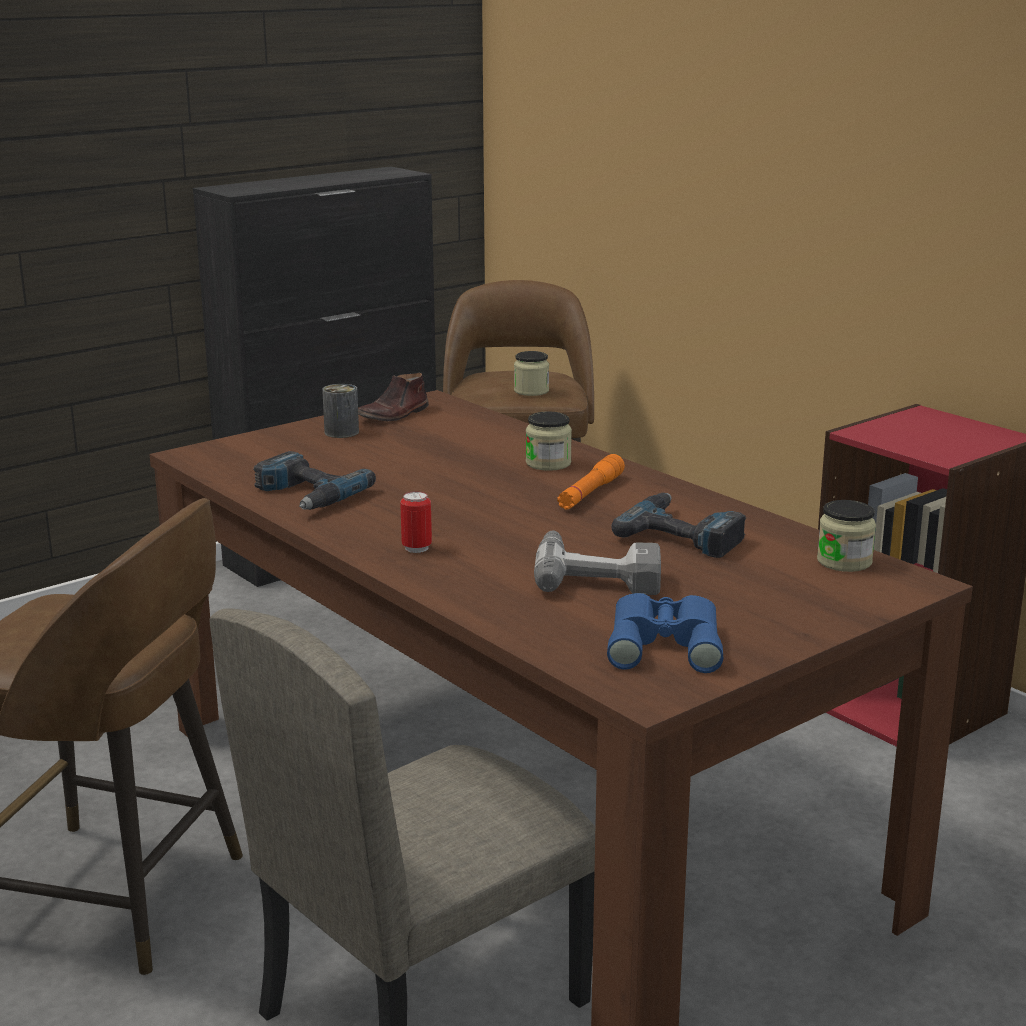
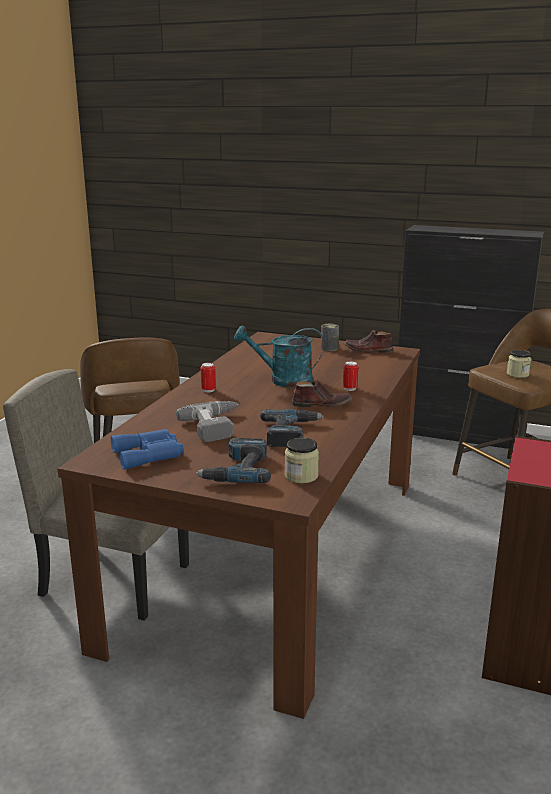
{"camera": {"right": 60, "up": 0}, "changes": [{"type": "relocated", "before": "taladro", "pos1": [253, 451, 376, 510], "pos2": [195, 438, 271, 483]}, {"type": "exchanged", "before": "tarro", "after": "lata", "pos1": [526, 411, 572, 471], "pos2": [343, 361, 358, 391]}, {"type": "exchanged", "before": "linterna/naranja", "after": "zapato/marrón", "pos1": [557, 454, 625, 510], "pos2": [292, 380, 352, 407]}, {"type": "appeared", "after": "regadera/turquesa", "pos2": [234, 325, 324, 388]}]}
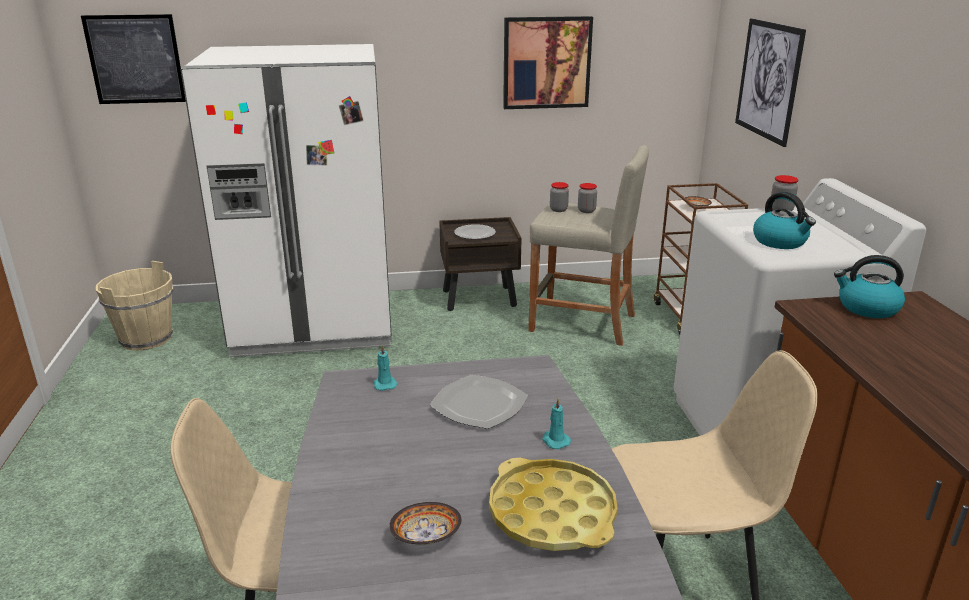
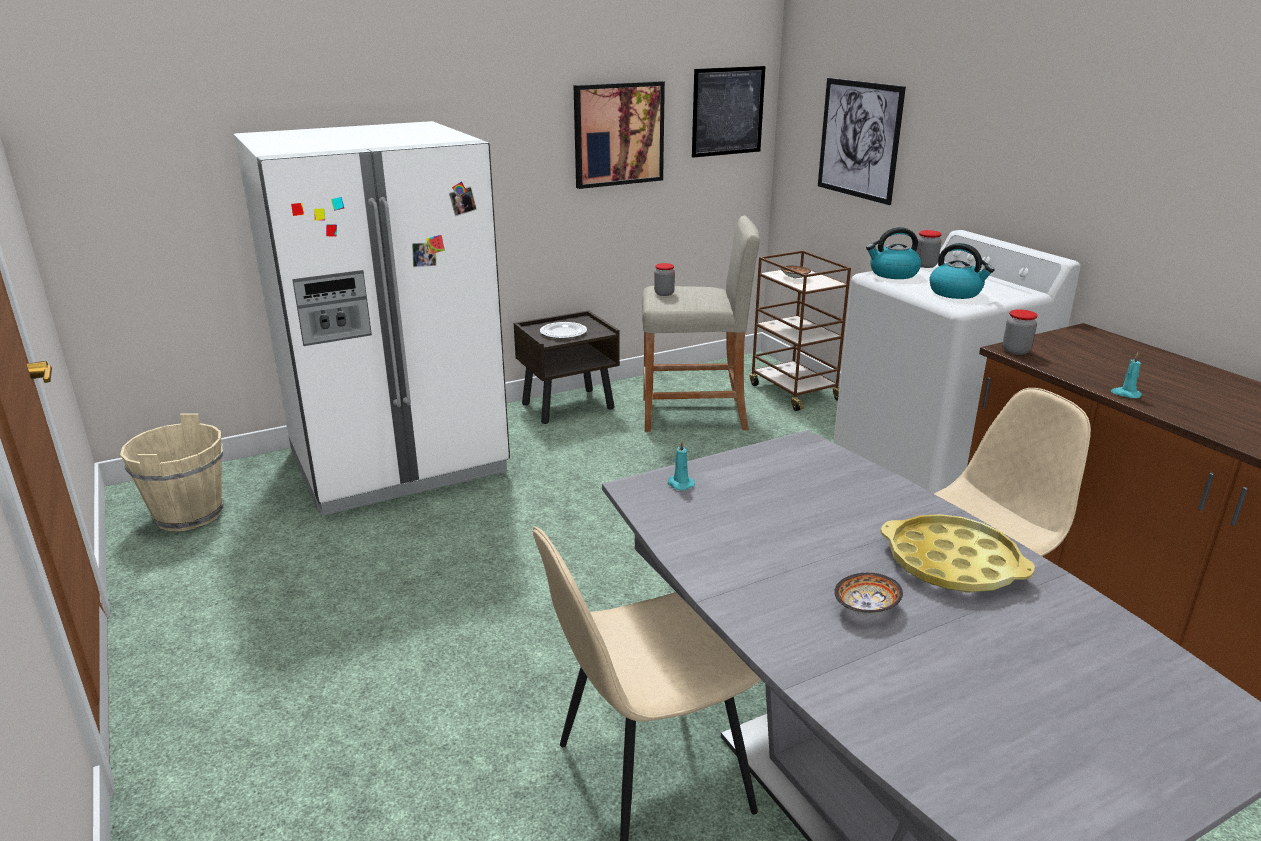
{"camera": {"right": -20, "up": 0}, "changes": [{"type": "relocated", "before": "cuadro", "pos1": [81, 14, 186, 104], "pos2": [692, 66, 765, 158]}, {"type": "missing", "before": "plato", "pos1": [430, 375, 528, 429]}, {"type": "relocated", "before": "vela/turquesa", "pos1": [542, 398, 571, 449], "pos2": [1111, 353, 1142, 398]}, {"type": "relocated", "before": "tarro", "pos1": [578, 183, 597, 213], "pos2": [1003, 309, 1038, 355]}, {"type": "relocated", "before": "hervidor", "pos1": [834, 255, 905, 318], "pos2": [866, 227, 921, 279]}]}
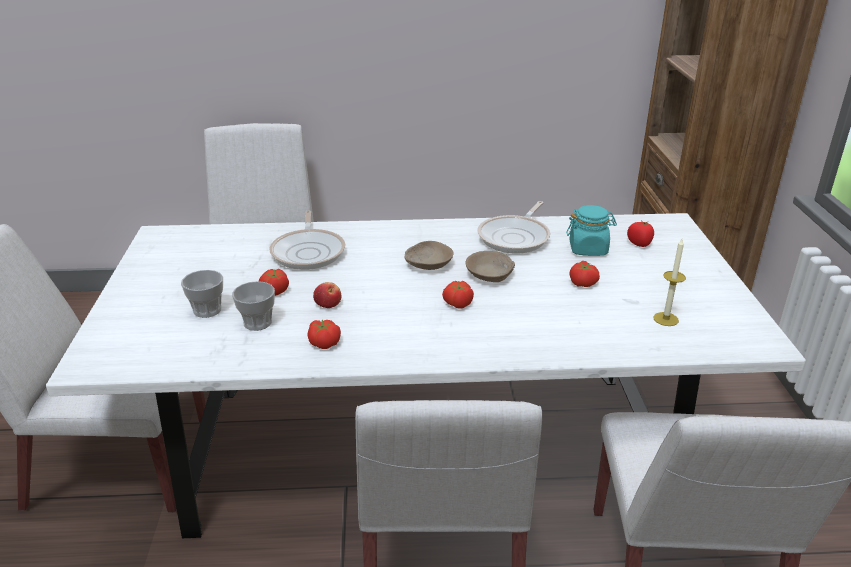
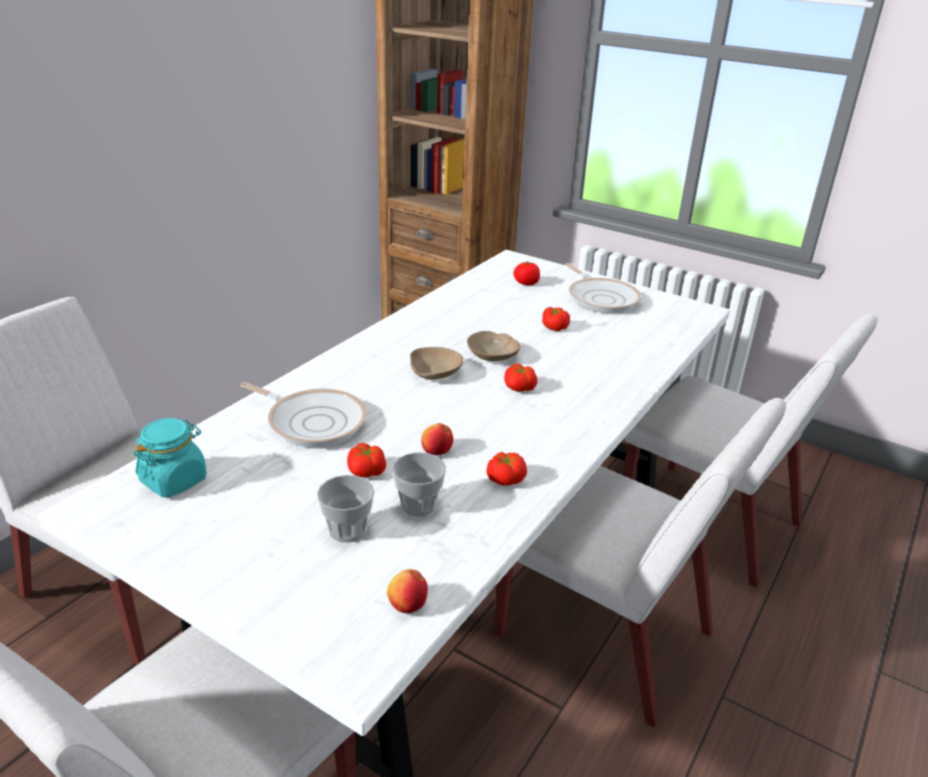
{"camera": {"right": -55, "up": 0}, "changes": [{"type": "relocated", "before": "sartén", "pos1": [477, 201, 550, 254], "pos2": [565, 263, 641, 313]}, {"type": "relocated", "before": "tarro/turquesa", "pos1": [566, 205, 617, 256], "pos2": [134, 418, 207, 497]}, {"type": "missing", "before": "vela", "pos1": [653, 239, 686, 326]}, {"type": "appeared", "after": "manzana", "pos2": [387, 569, 428, 613]}]}
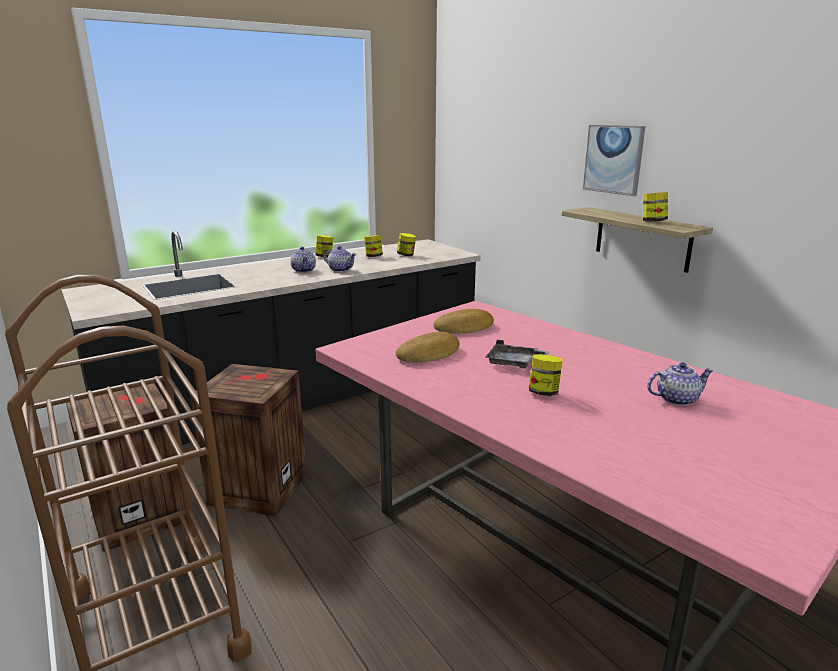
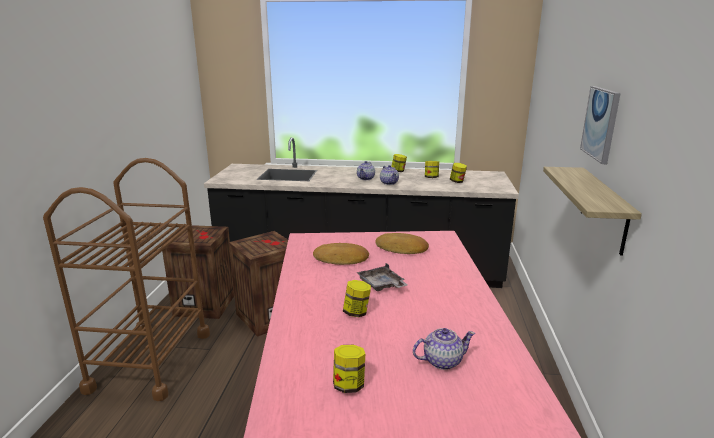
{"camera": {"right": 40, "up": 0}, "changes": [{"type": "relocated", "before": "tarro", "pos1": [643, 192, 668, 221], "pos2": [333, 345, 365, 393]}, {"type": "spun", "before": "tetera", "pos1": [647, 362, 714, 406], "pos2": [413, 328, 475, 370], "turn": -45}]}
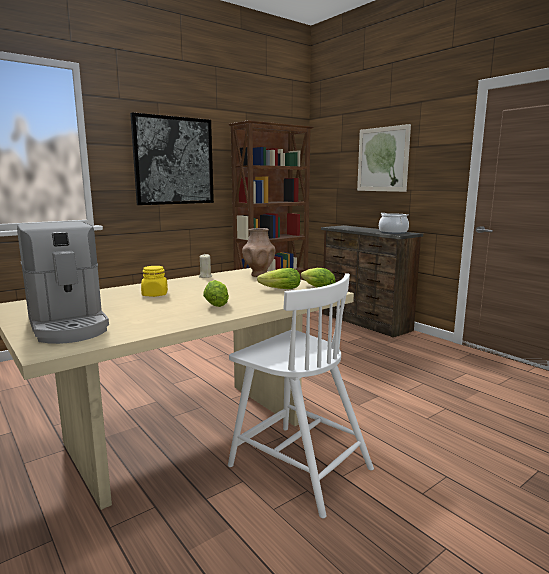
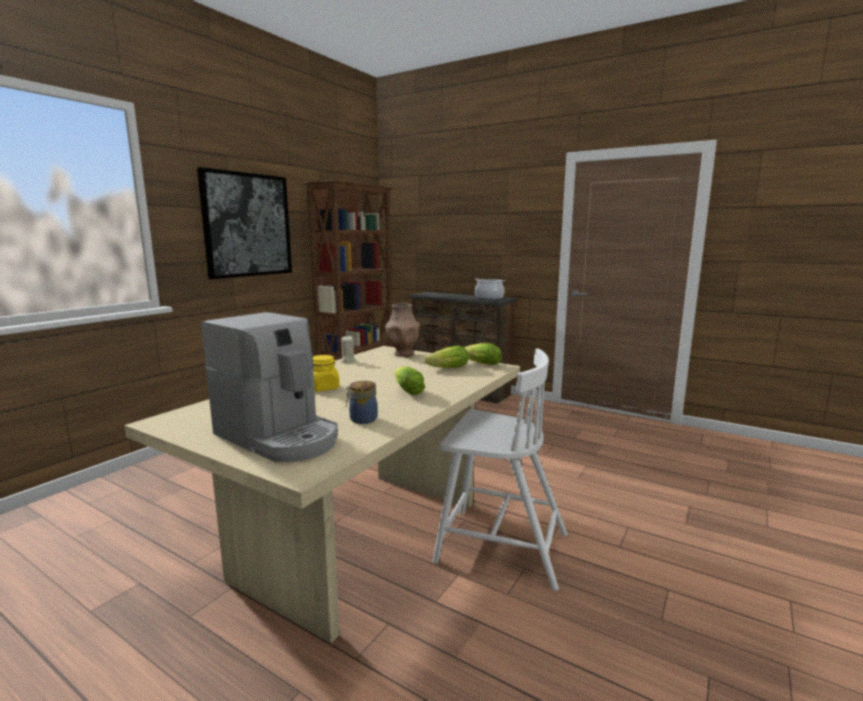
{"camera": {"right": -20, "up": 0}, "changes": [{"type": "missing", "before": "cuadro", "pos1": [357, 124, 411, 192]}, {"type": "appeared", "after": "tarro", "pos2": [346, 381, 378, 424]}]}
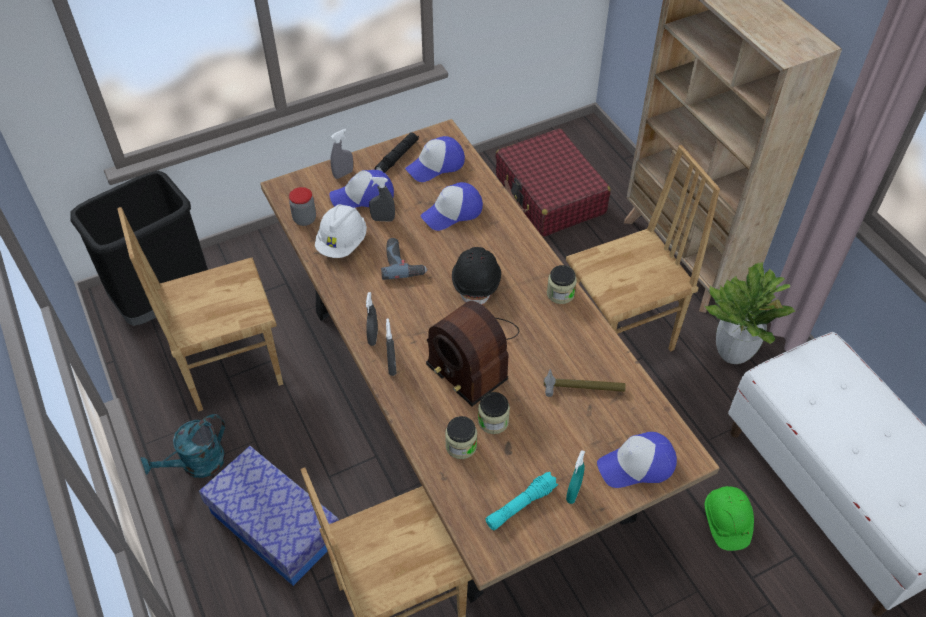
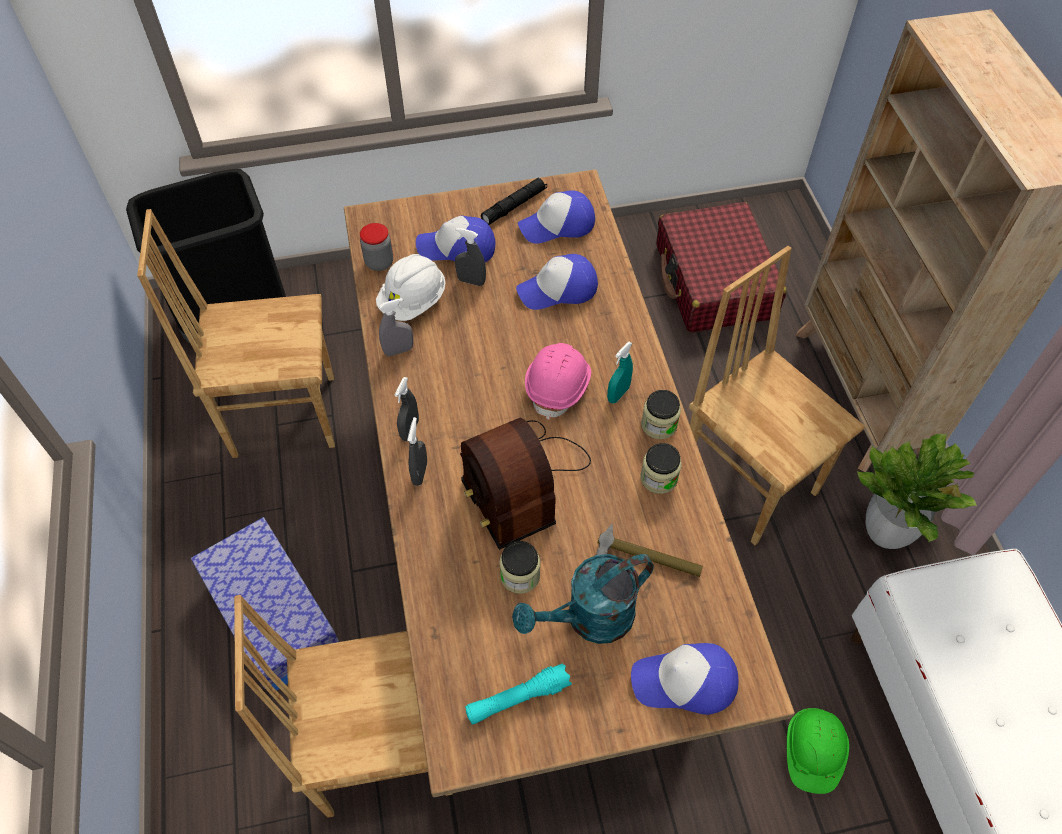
{"camera": {"right": 15, "up": 5}, "changes": [{"type": "relocated", "before": "regadera/turquesa", "pos1": [140, 414, 225, 478], "pos2": [512, 554, 654, 644]}, {"type": "relocated", "before": "pulverizador/gris", "pos1": [330, 129, 353, 179], "pos2": [379, 298, 413, 356]}, {"type": "missing", "before": "taladro", "pos1": [381, 238, 427, 280]}, {"type": "relocated", "before": "tarro", "pos1": [445, 416, 477, 459], "pos2": [640, 443, 681, 494]}, {"type": "colour", "before": "casco/negro", "after": "casco/rosa", "pos1": [452, 247, 501, 305], "pos2": [525, 343, 591, 420]}, {"type": "spun", "before": "silla/marrón", "pos1": [566, 145, 720, 352], "pos2": [689, 246, 865, 545], "turn": -120}, {"type": "relocated", "before": "pulverizador/turquesa", "pos1": [566, 450, 585, 504], "pos2": [607, 342, 633, 403]}]}
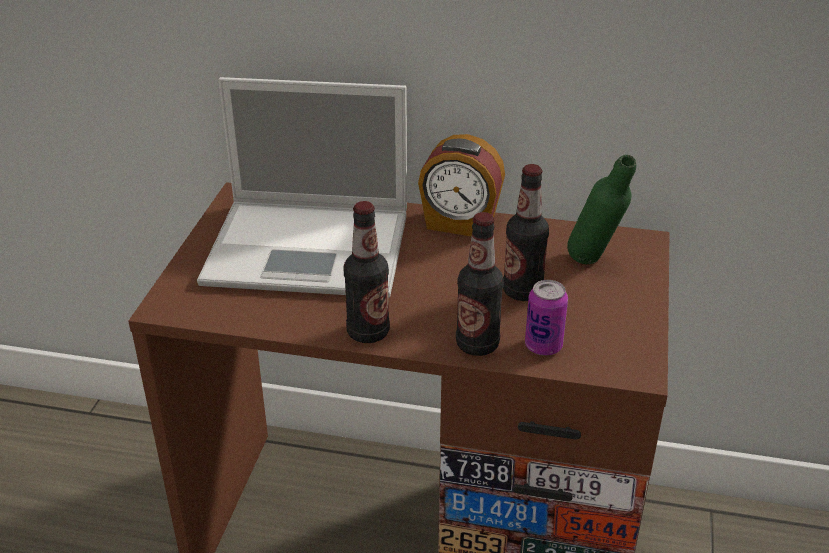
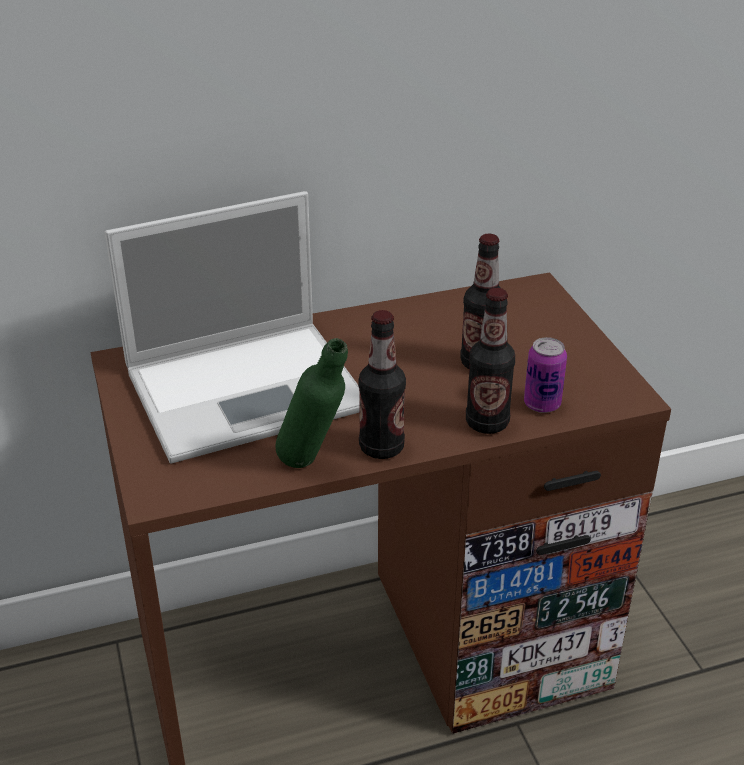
{"camera": {"right": -30, "up": 0}, "changes": [{"type": "missing", "before": "despertador", "pos1": [418, 134, 505, 237]}, {"type": "relocated", "before": "botella/verde", "pos1": [567, 155, 636, 264], "pos2": [275, 338, 348, 468]}]}
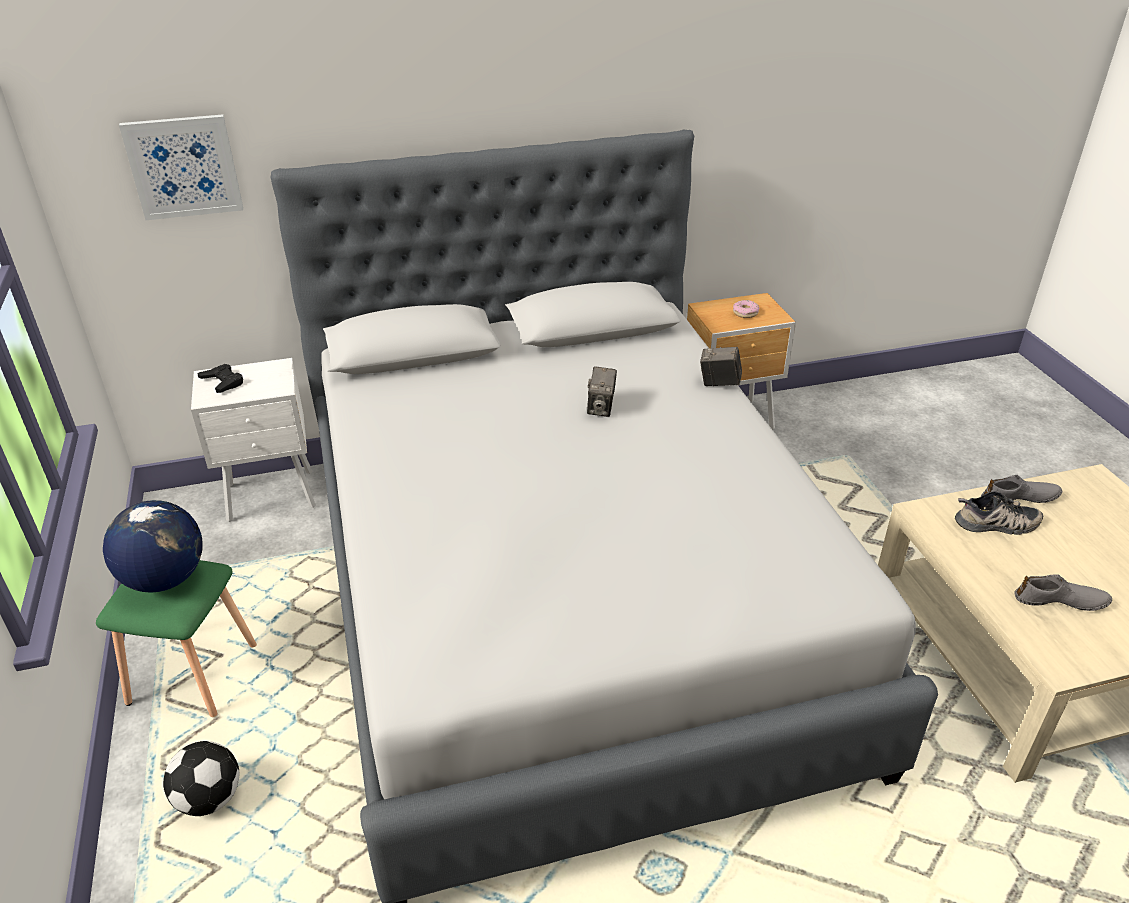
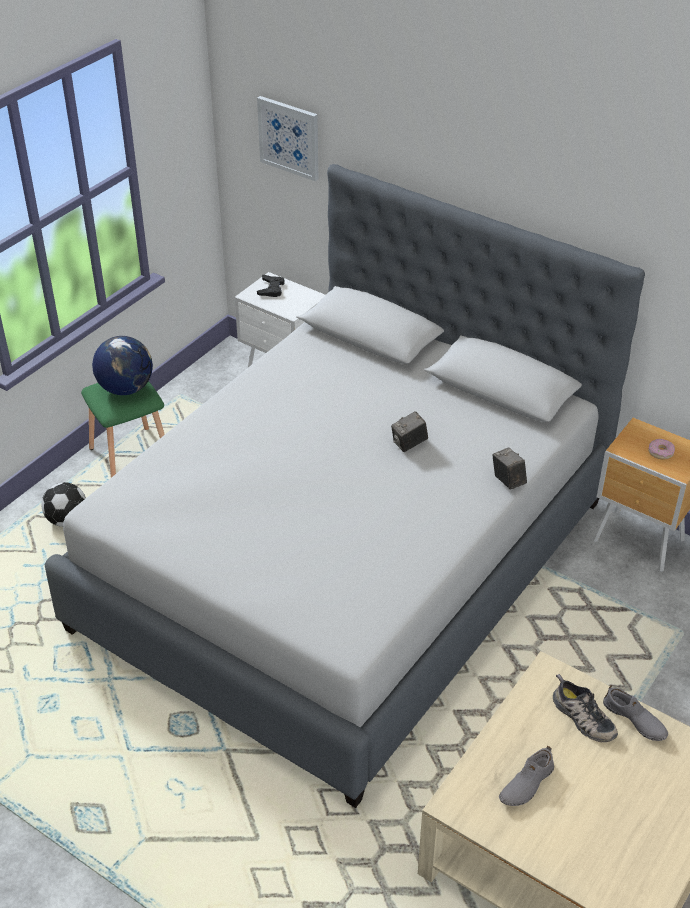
{"camera": {"right": 50, "up": 5}, "changes": [{"type": "spun", "before": "zapato/gris", "pos1": [1014, 574, 1112, 611], "pos2": [499, 746, 554, 806], "turn": 75}]}
